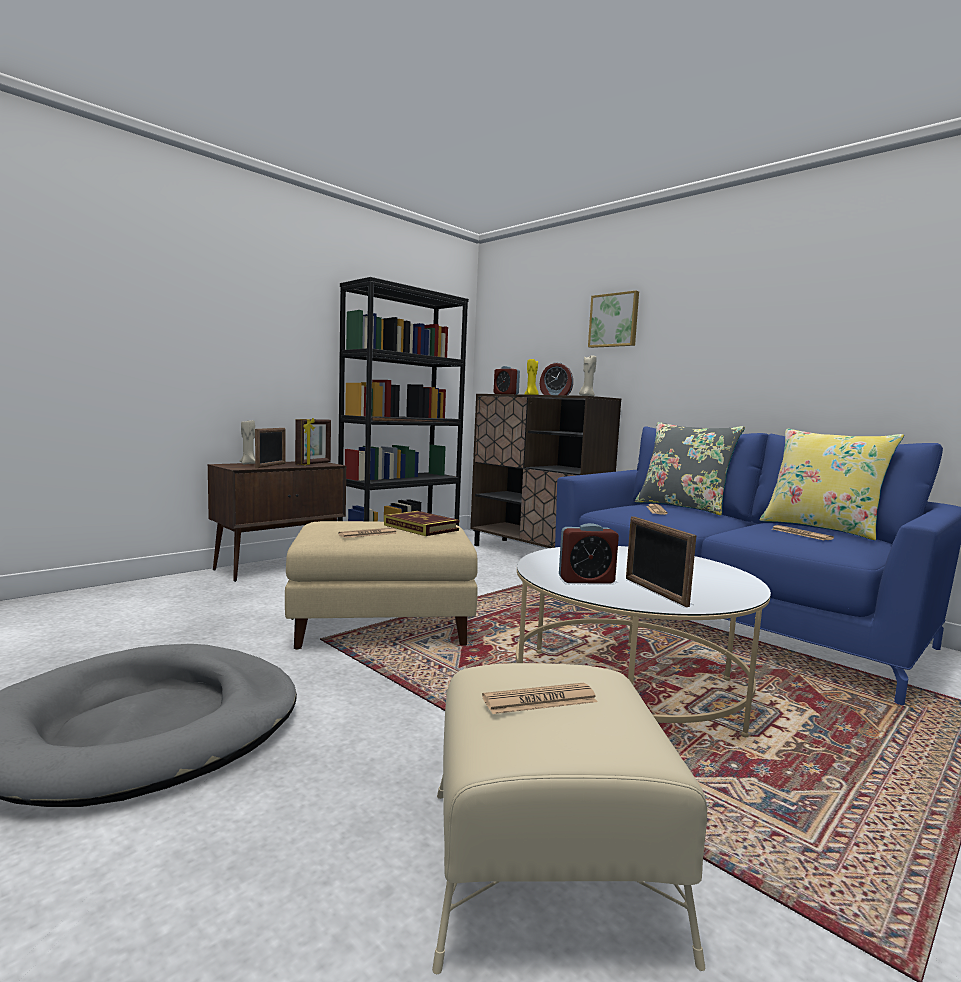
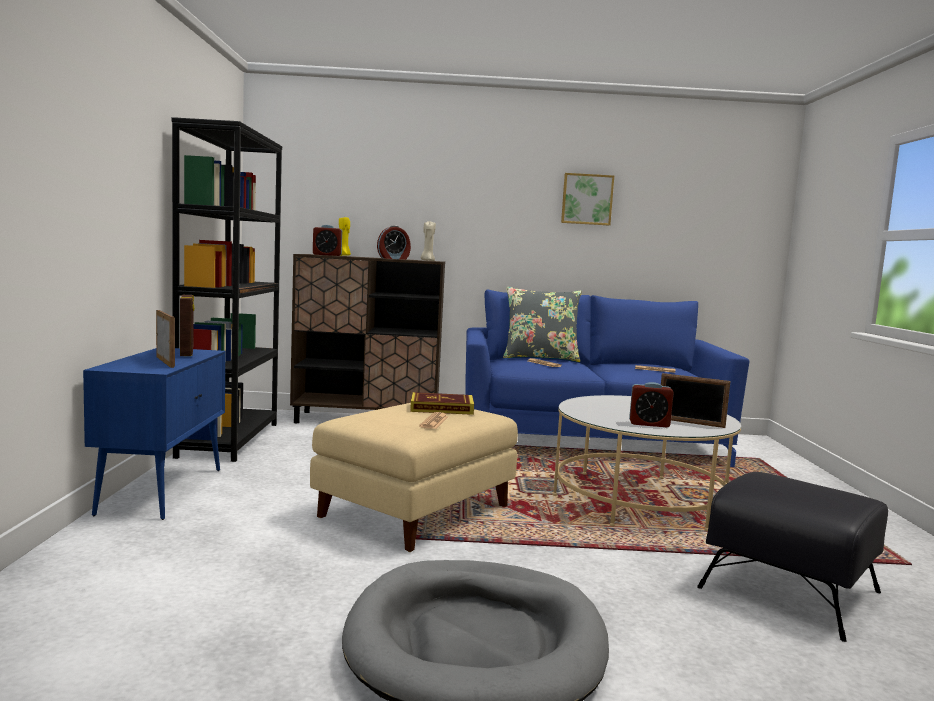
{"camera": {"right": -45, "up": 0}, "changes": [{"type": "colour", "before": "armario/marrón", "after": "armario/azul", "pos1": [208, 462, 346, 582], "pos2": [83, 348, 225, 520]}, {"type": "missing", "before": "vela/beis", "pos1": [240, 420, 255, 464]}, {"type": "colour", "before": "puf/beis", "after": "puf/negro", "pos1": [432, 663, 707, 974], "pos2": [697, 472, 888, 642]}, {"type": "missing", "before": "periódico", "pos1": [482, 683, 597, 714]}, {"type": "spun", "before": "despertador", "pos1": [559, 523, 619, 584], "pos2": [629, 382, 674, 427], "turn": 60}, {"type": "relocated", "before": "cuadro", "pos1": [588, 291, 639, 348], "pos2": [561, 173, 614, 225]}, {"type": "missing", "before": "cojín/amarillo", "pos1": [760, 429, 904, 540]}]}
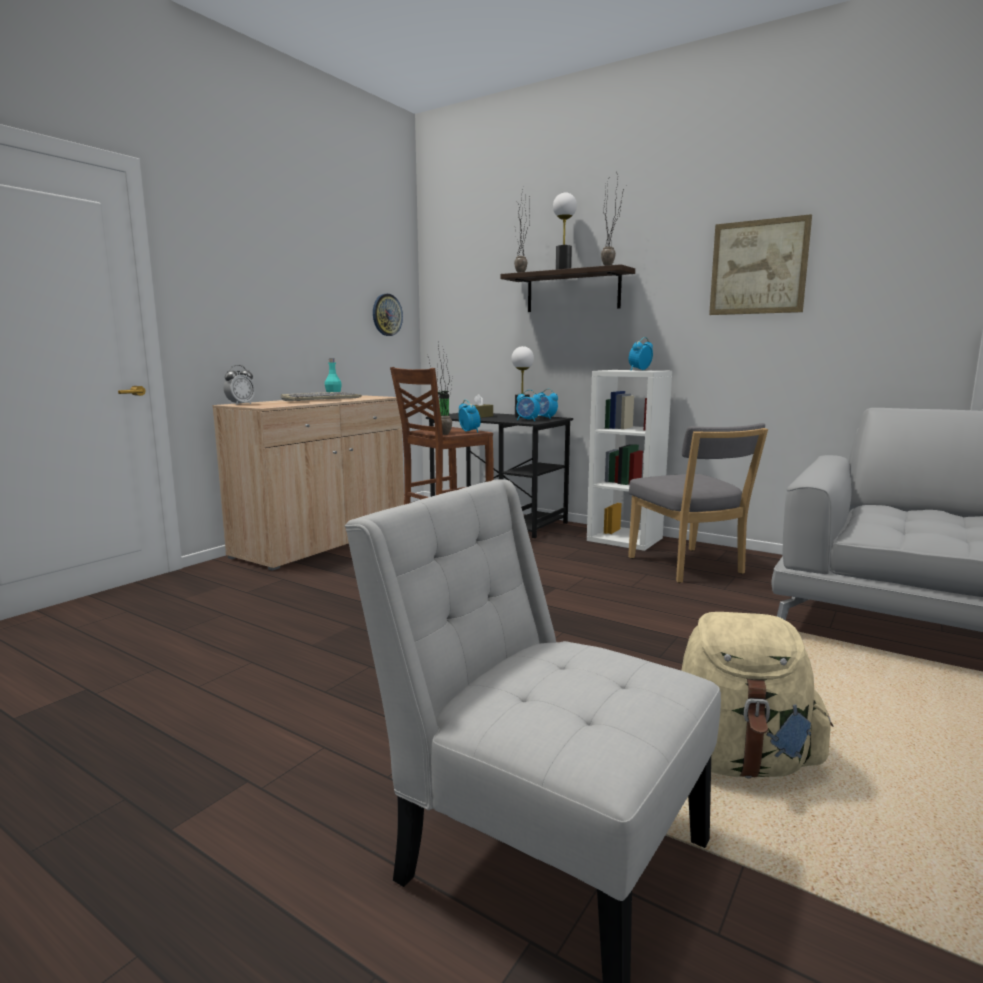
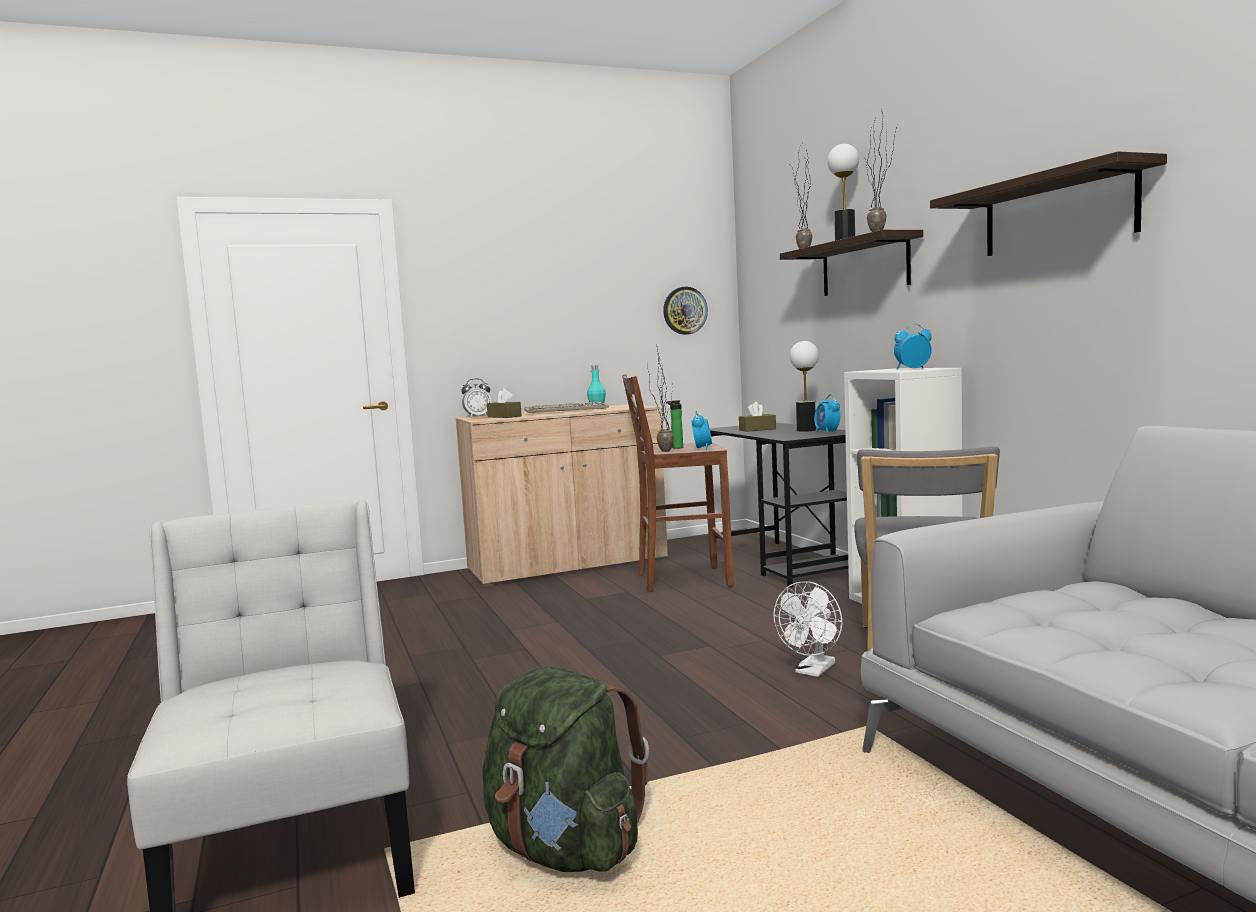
{"camera": {"right": 35, "up": -5}, "changes": [{"type": "missing", "before": "despertador", "pos1": [516, 390, 541, 421]}, {"type": "colour", "before": "mochila/beis", "after": "mochila/verde", "pos1": [681, 612, 834, 779], "pos2": [482, 667, 649, 872]}, {"type": "exchanged", "before": "cuadro", "after": "estante", "pos1": [709, 214, 812, 315], "pos2": [930, 151, 1167, 256]}, {"type": "appeared", "after": "caja de pañuelos/marrón", "pos2": [487, 388, 522, 418]}, {"type": "appeared", "after": "ventilador/blanco", "pos2": [773, 581, 842, 677]}]}
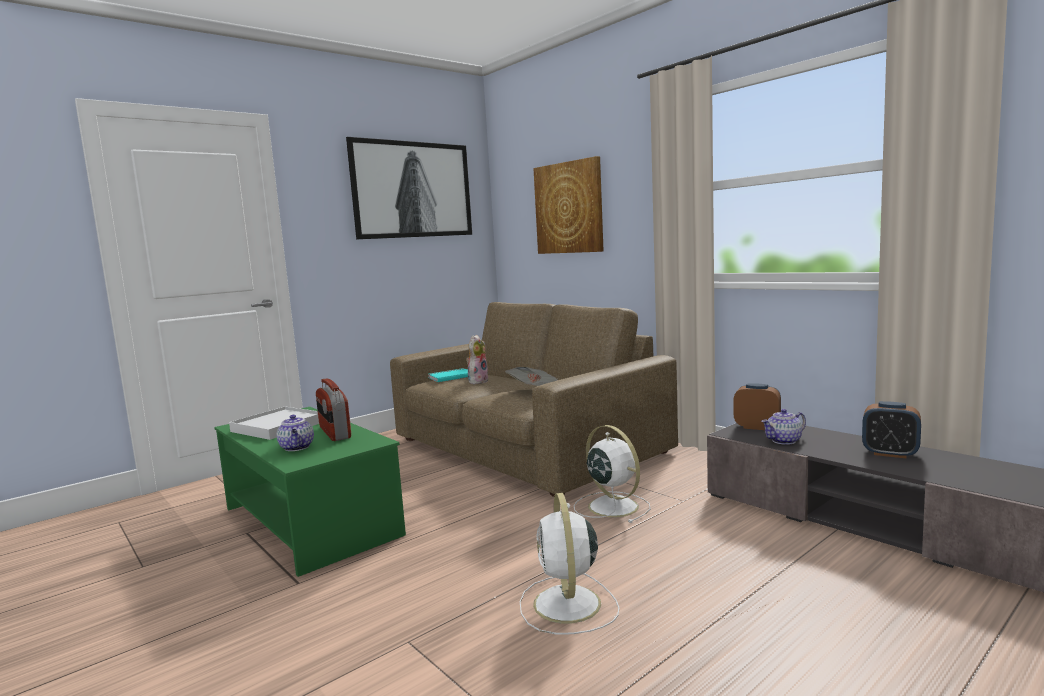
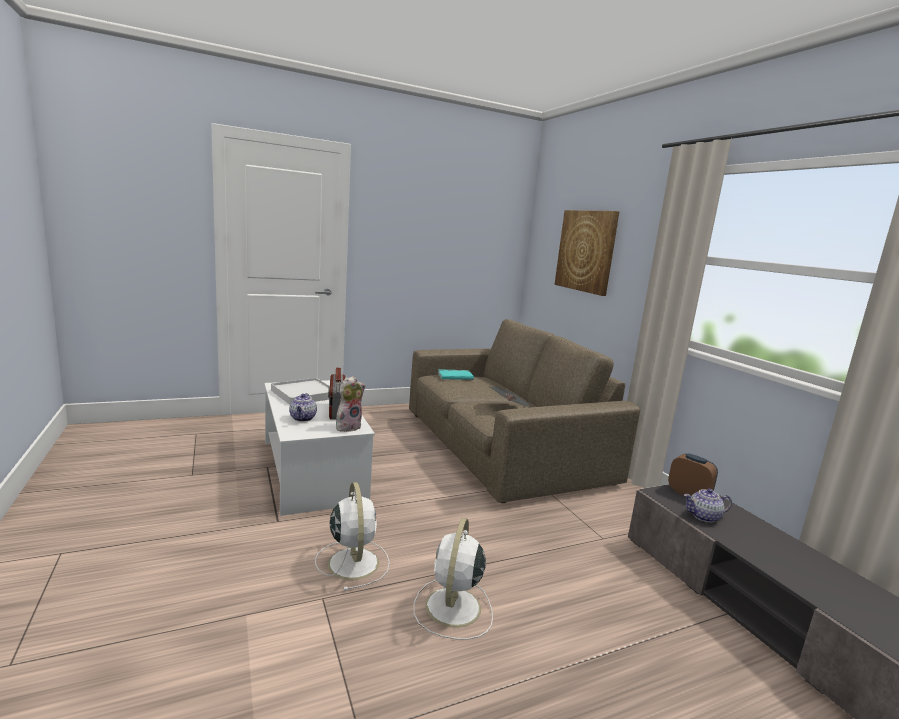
{"camera": {"right": 15, "up": 5}, "changes": [{"type": "colour", "before": "mesa de centro/verde", "after": "mesa de centro/blanco", "pos1": [214, 407, 406, 577], "pos2": [264, 380, 375, 516]}, {"type": "missing", "before": "cuadro", "pos1": [346, 137, 472, 239]}, {"type": "relocated", "before": "peluche", "pos1": [466, 335, 488, 384], "pos2": [336, 376, 365, 432]}, {"type": "relocated", "before": "ventilador/blanco", "pos1": [574, 425, 651, 523], "pos2": [315, 482, 390, 591]}, {"type": "missing", "before": "despertador", "pos1": [862, 401, 921, 458]}]}
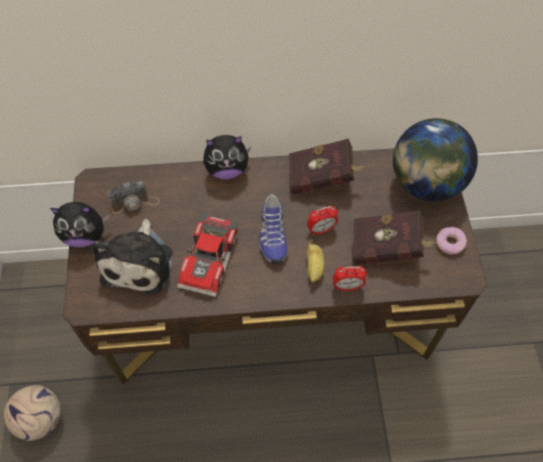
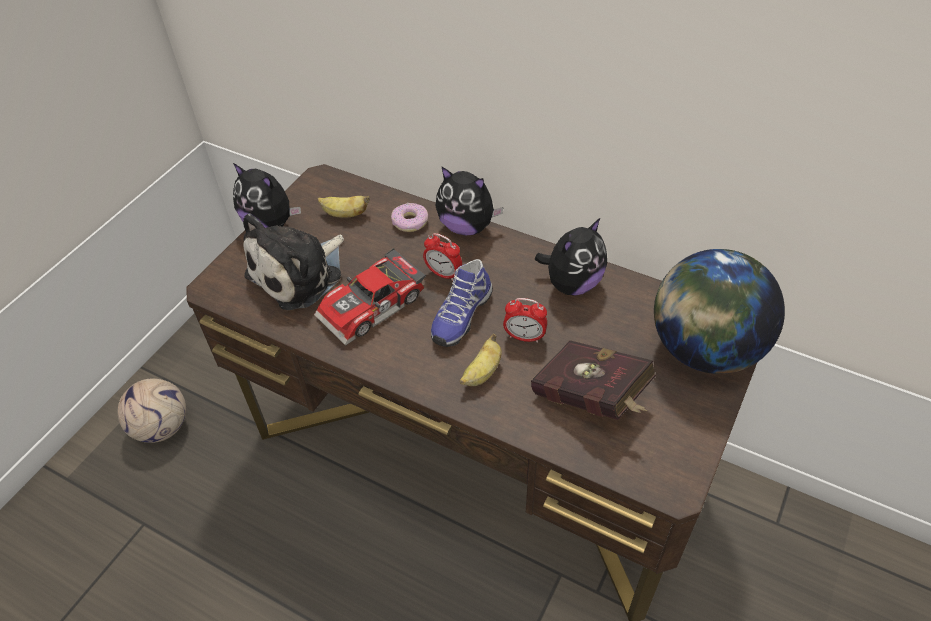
{"camera": {"right": 35, "up": -10}, "changes": [{"type": "exchanged", "before": "cámara", "after": "plátano", "pos1": [107, 181, 159, 213], "pos2": [318, 196, 370, 218]}, {"type": "exchanged", "before": "libro/rojo", "after": "peluche", "pos1": [289, 139, 364, 194], "pos2": [535, 218, 607, 296]}, {"type": "relocated", "before": "despertador", "pos1": [333, 266, 366, 291], "pos2": [423, 233, 462, 281]}, {"type": "relocated", "before": "rosquilla", "pos1": [436, 227, 467, 254], "pos2": [391, 203, 428, 232]}]}
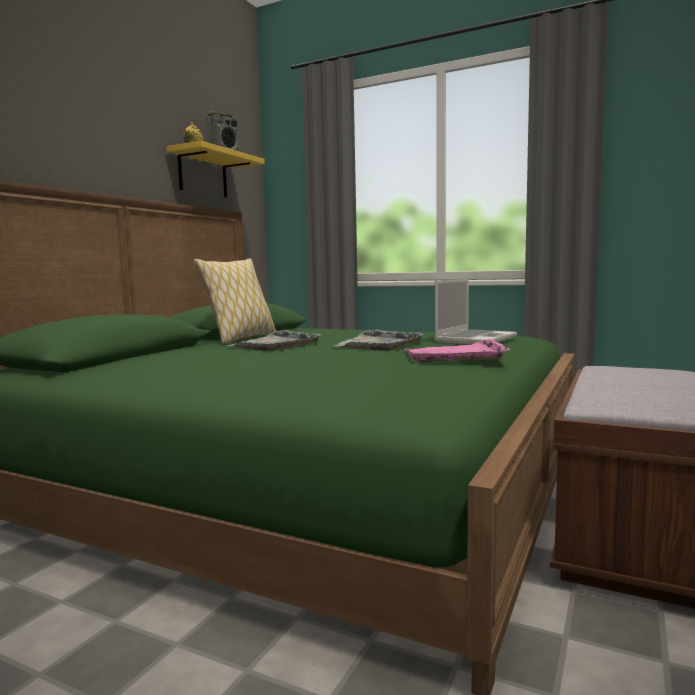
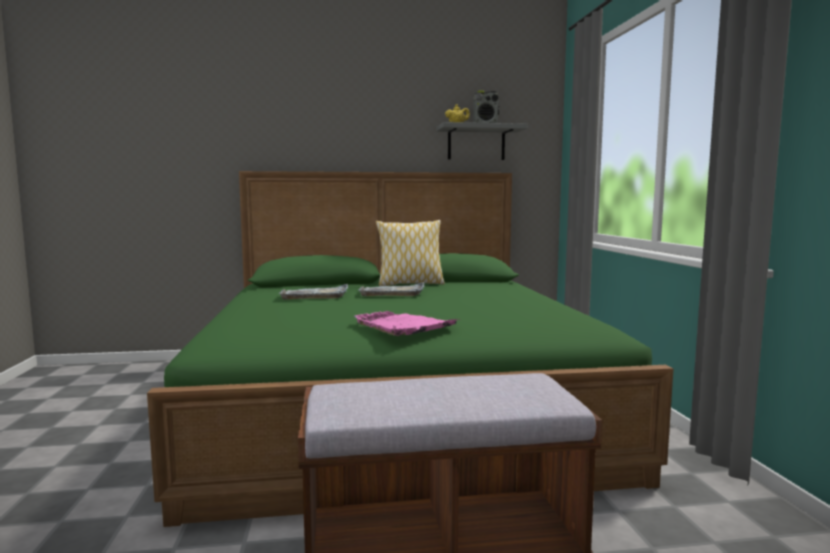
{"camera": {"right": 55, "up": 0}, "changes": [{"type": "colour", "before": "estante/amarillo", "after": "estante/gris", "pos1": [166, 141, 265, 197], "pos2": [436, 122, 528, 160]}, {"type": "relocated", "before": "bandeja/gris", "pos1": [333, 330, 425, 351], "pos2": [279, 284, 348, 300]}, {"type": "missing", "before": "portátil", "pos1": [434, 279, 517, 345]}]}
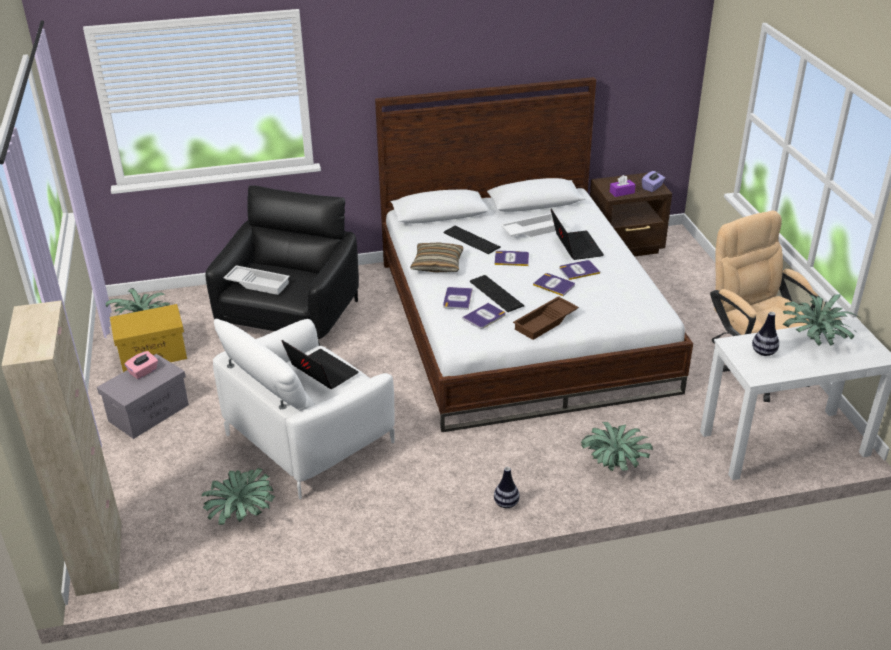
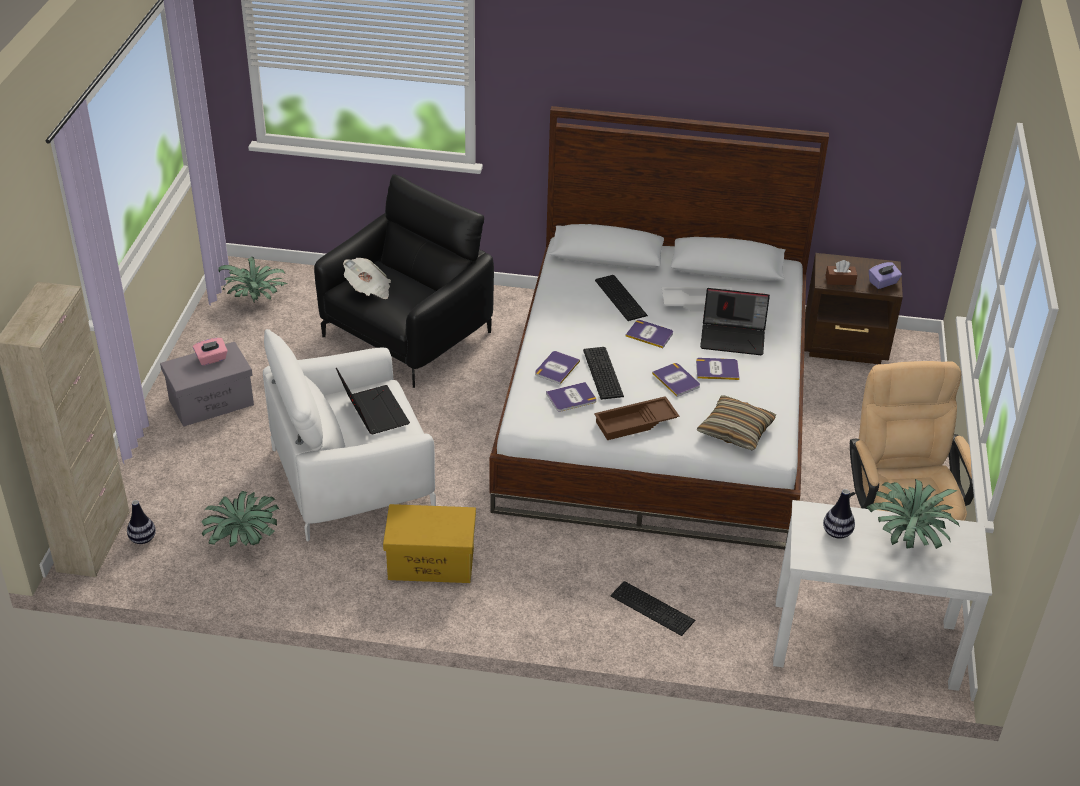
{"camera": {"right": 20, "up": 5}, "changes": [{"type": "relocated", "before": "caja de almacenaje/amarillo", "pos1": [110, 304, 187, 372], "pos2": [383, 504, 476, 583]}, {"type": "exchanged", "before": "bandeja/blanco", "after": "periódico", "pos1": [224, 265, 290, 295], "pos2": [343, 258, 391, 299]}, {"type": "relocated", "before": "cojín", "pos1": [410, 243, 463, 272], "pos2": [696, 395, 776, 451]}, {"type": "relocated", "before": "florero", "pos1": [494, 467, 520, 508], "pos2": [127, 500, 156, 544]}, {"type": "spun", "before": "portátil", "pos1": [551, 209, 604, 260], "pos2": [700, 288, 770, 355], "turn": 90}, {"type": "exchanged", "before": "planta en maceta", "after": "teclado", "pos1": [581, 422, 653, 471], "pos2": [611, 581, 695, 636]}, {"type": "colour", "before": "caja de pañuelos/morado", "after": "caja de pañuelos/marrón", "pos1": [610, 175, 636, 197], "pos2": [826, 260, 857, 285]}]}
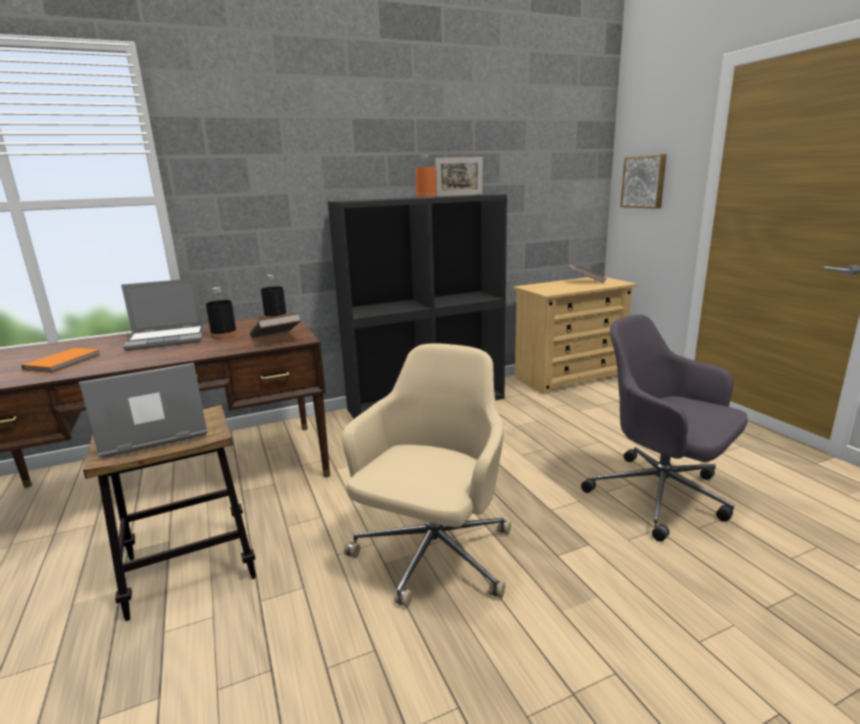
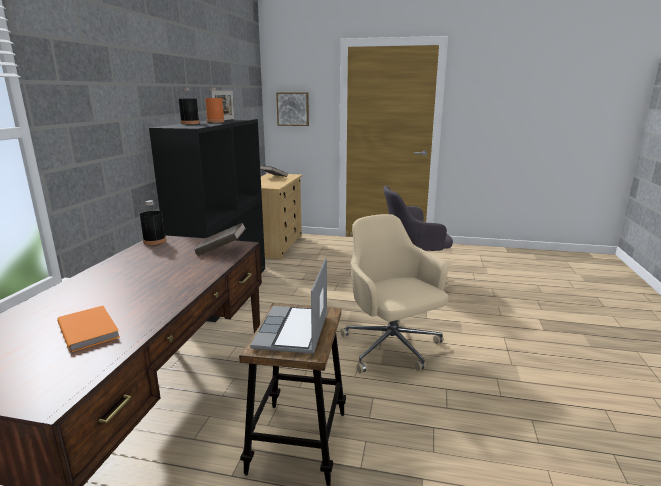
{"camera": {"right": -55, "up": 0}, "changes": [{"type": "missing", "before": "portátil", "pos1": [121, 278, 204, 351]}, {"type": "relocated", "before": "botella/negro", "pos1": [206, 287, 237, 339], "pos2": [179, 87, 199, 124]}]}
